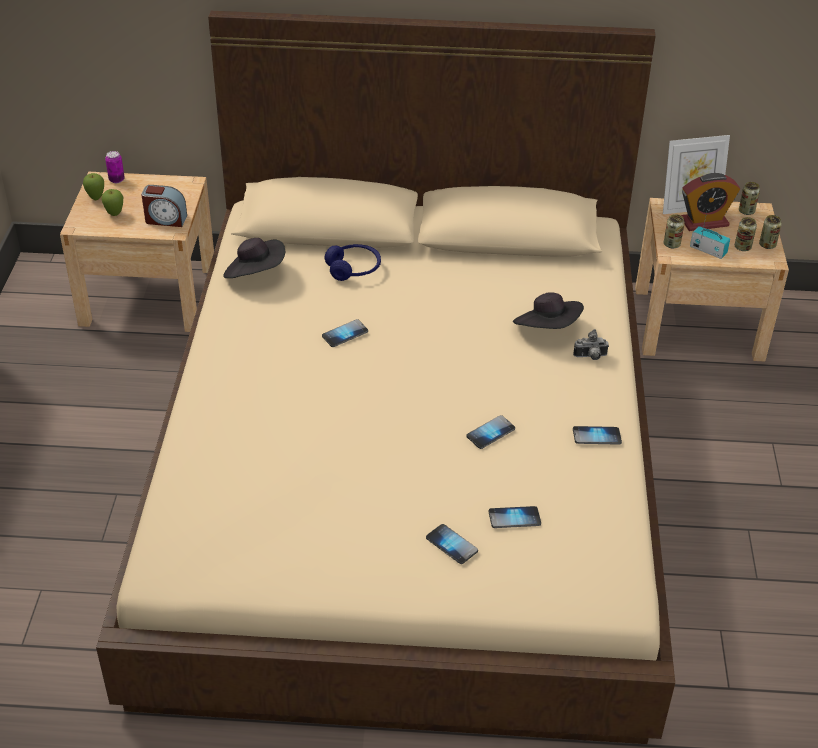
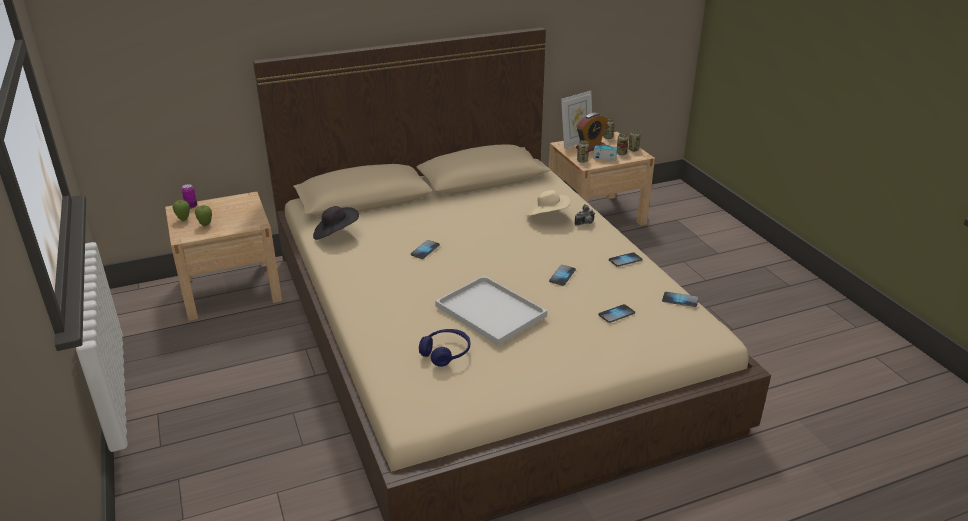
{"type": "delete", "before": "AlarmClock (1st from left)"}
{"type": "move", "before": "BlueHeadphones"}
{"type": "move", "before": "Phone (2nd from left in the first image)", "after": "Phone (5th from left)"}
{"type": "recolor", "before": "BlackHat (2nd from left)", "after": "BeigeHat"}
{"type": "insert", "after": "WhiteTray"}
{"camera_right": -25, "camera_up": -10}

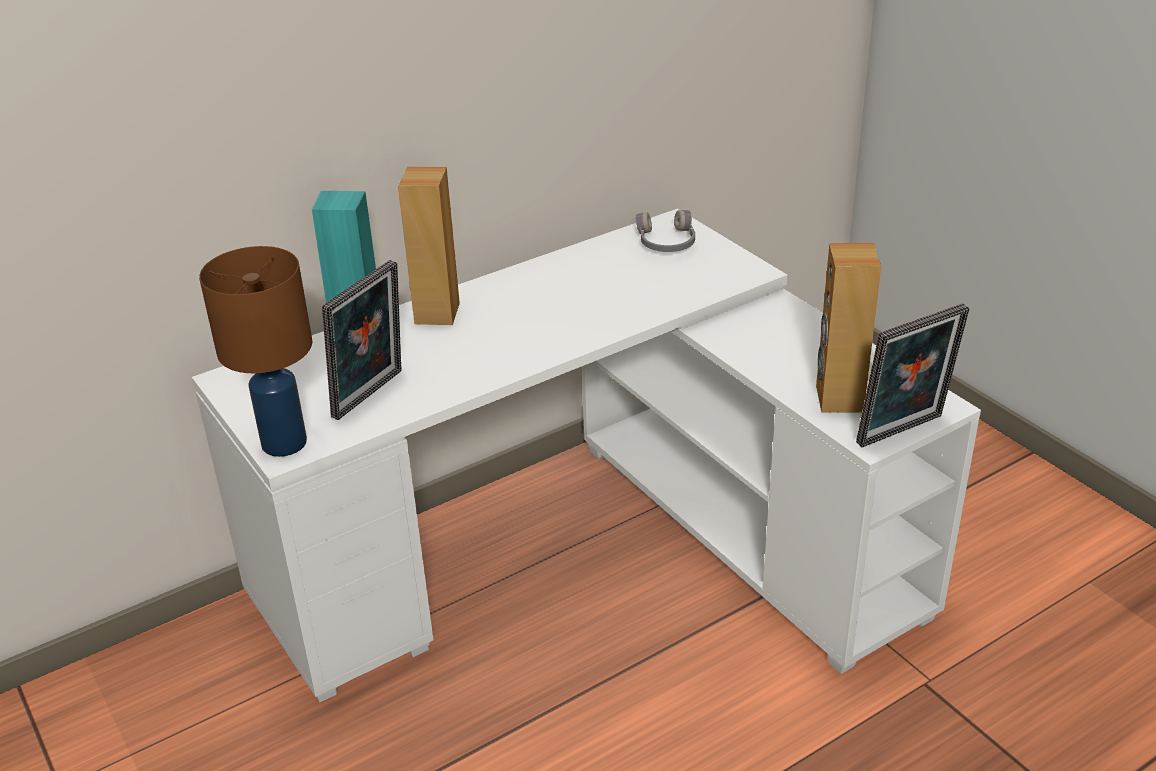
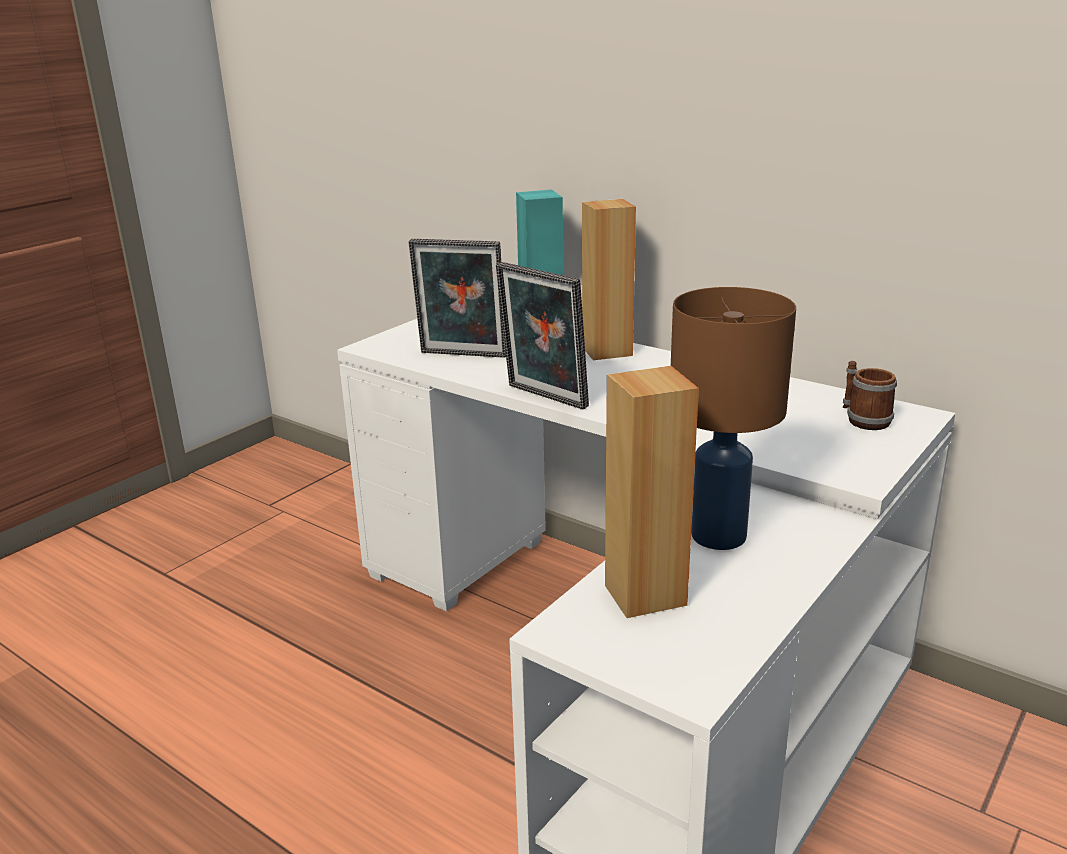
{"type": "move", "before": "BrownTableLamp"}
{"type": "replace", "before": "GreyHeadphones", "after": "Mug"}
{"type": "move", "before": "PictureFrame (2nd from left)"}
{"camera_right": 70, "camera_up": -10}

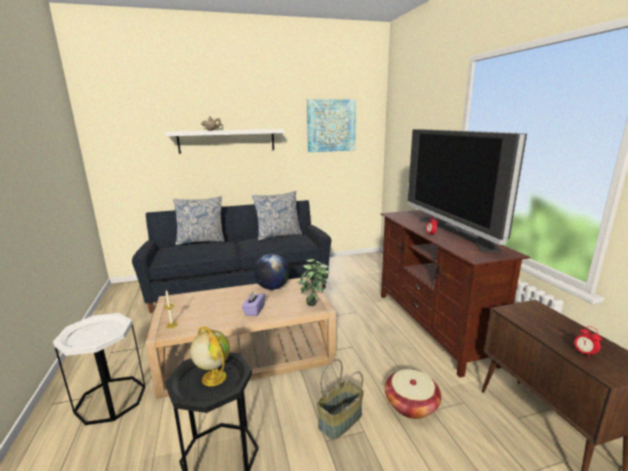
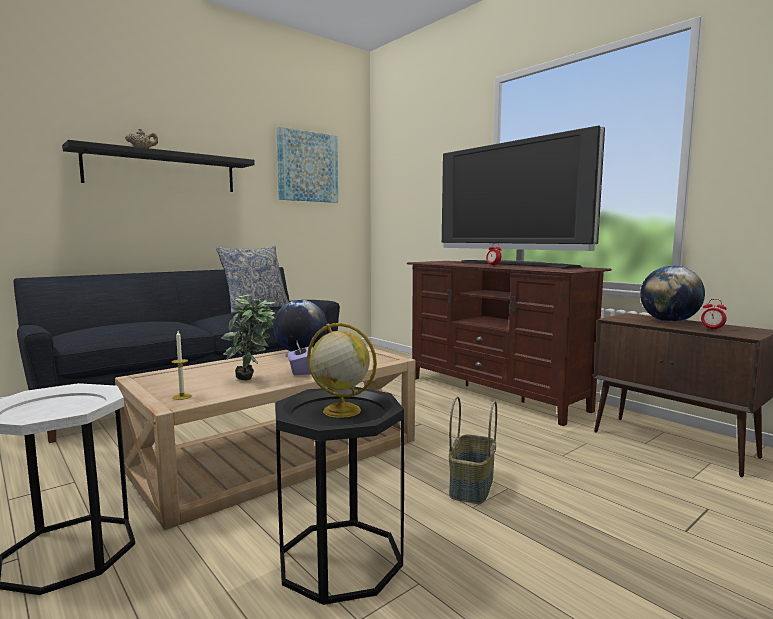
{"type": "recolor", "before": "WhiteShelf", "after": "BlackShelf"}
{"type": "delete", "before": "Pillow (1st from left)"}
{"type": "move", "before": "PottedPlant"}
{"type": "delete", "before": "Basket (2nd from left)"}
{"type": "insert", "after": "Globe (3rd from left)"}
{"camera_right": -25, "camera_up": -10}

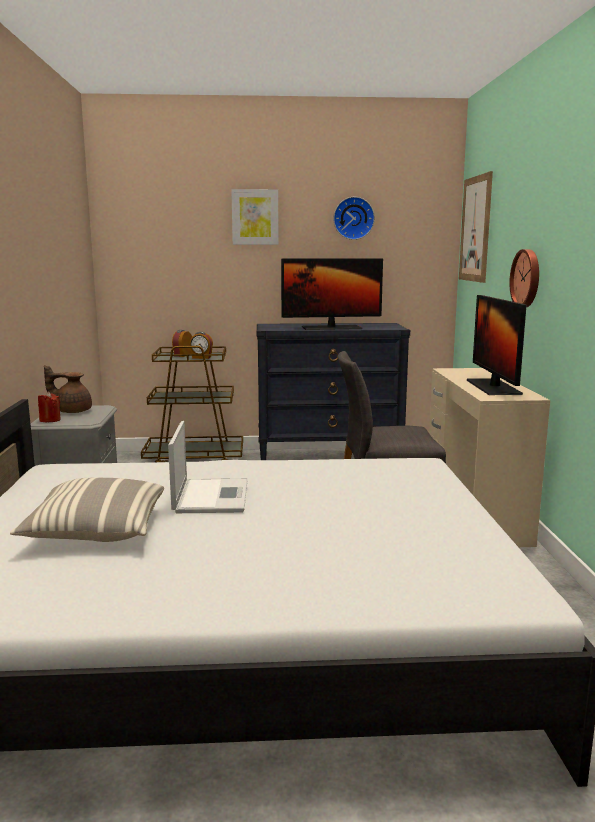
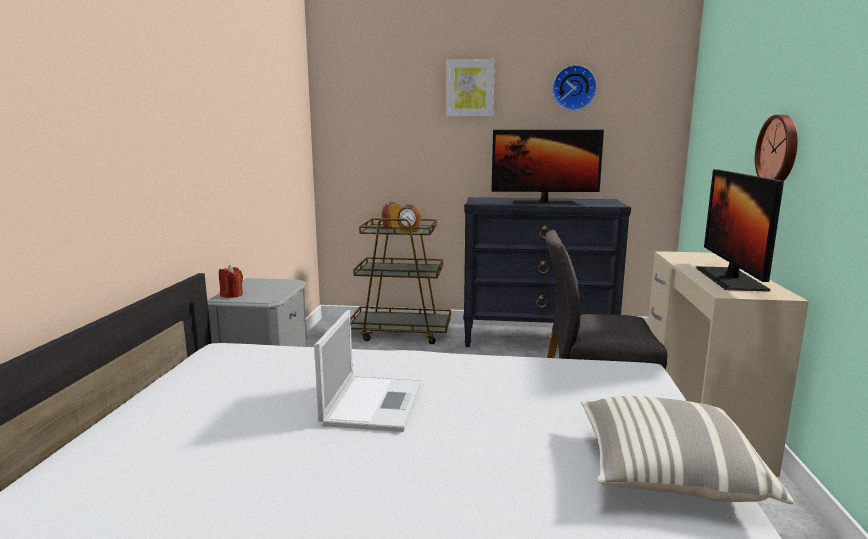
{"type": "move", "before": "Pillow"}
{"type": "delete", "before": "BrownTeapot"}
{"type": "delete", "before": "Picture (2nd from left)"}
{"camera_right": 10, "camera_up": 0}

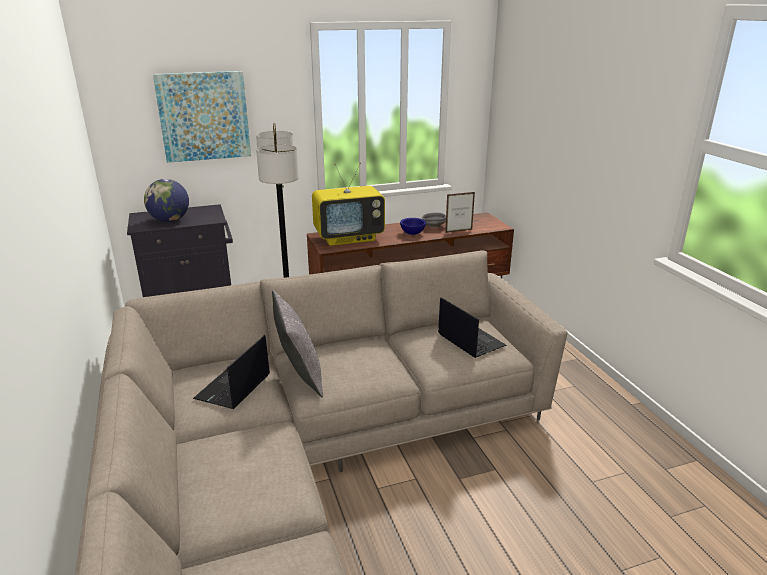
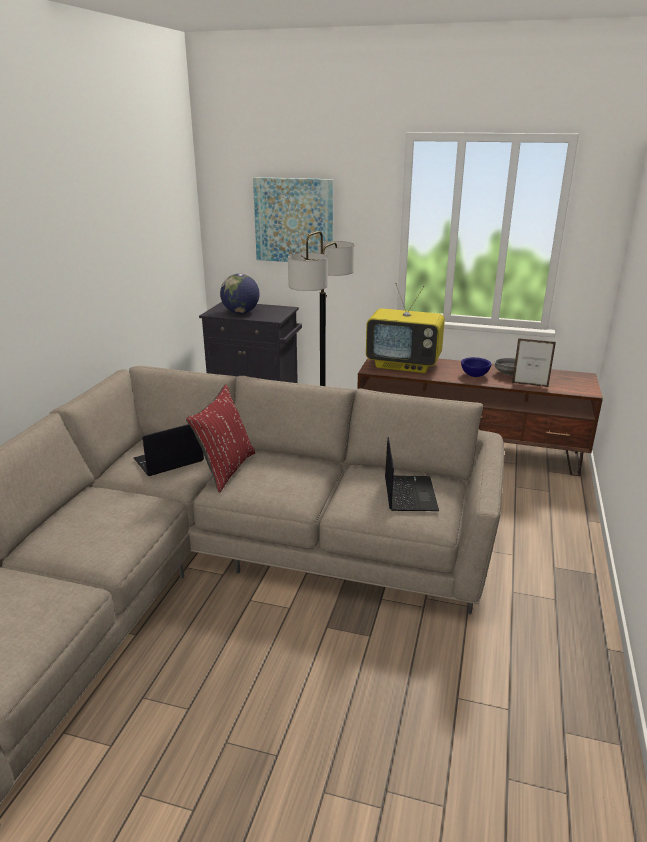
{"type": "recolor", "before": "GreyPillow", "after": "RedPillow"}
{"camera_right": 35, "camera_up": 0}

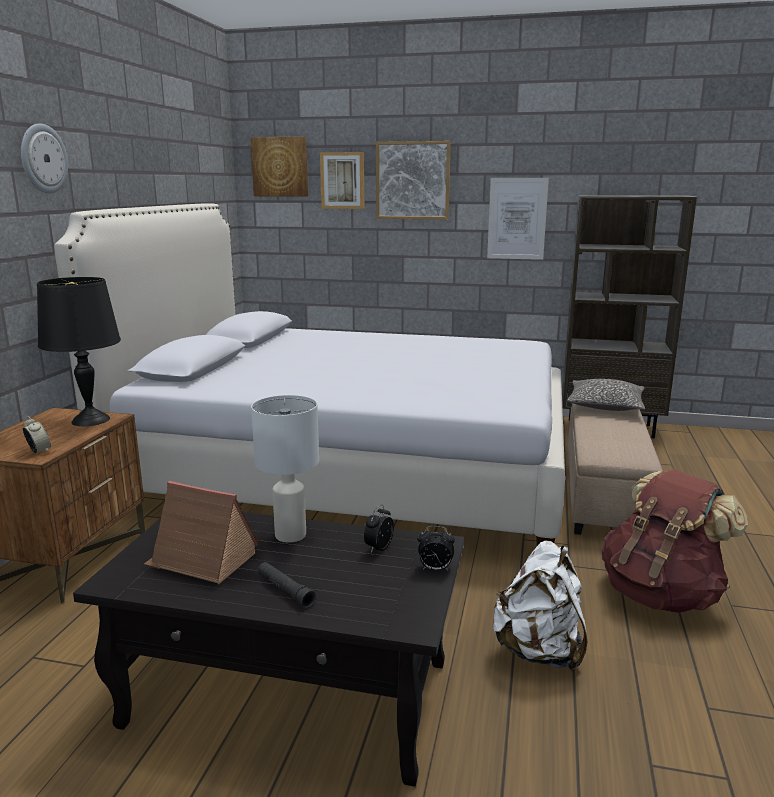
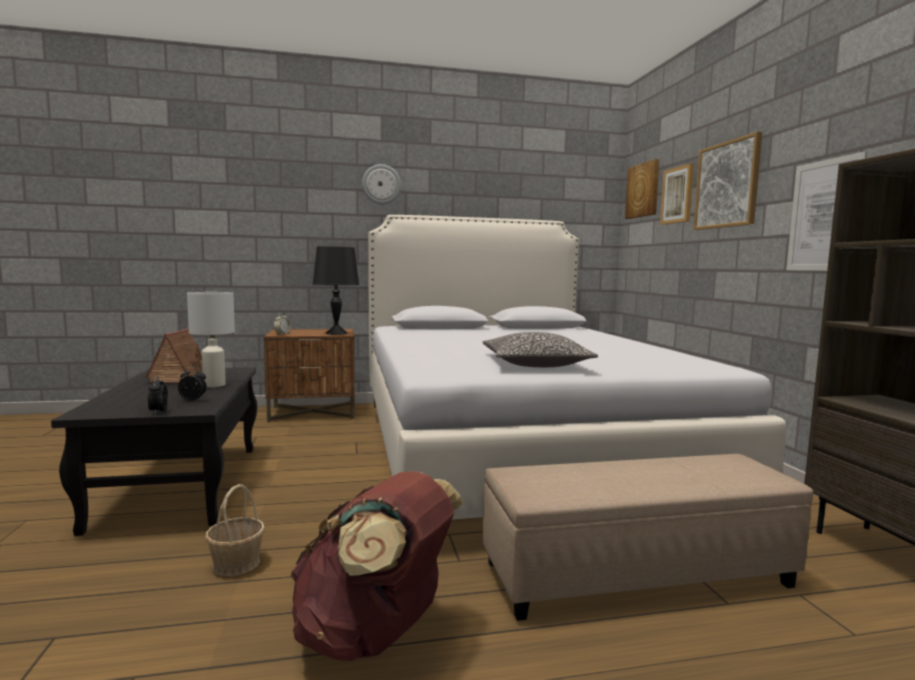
{"type": "delete", "before": "BlackFlashlight"}
{"type": "replace", "before": "WhiteBackpack", "after": "Basket"}
{"type": "move", "before": "Pillow"}
{"camera_right": 65, "camera_up": -10}

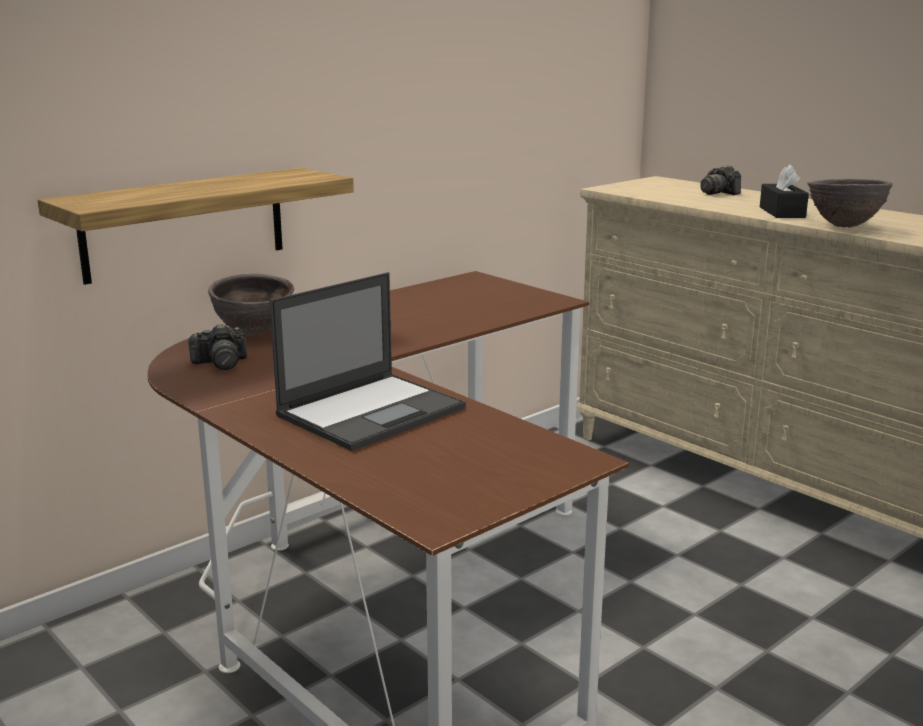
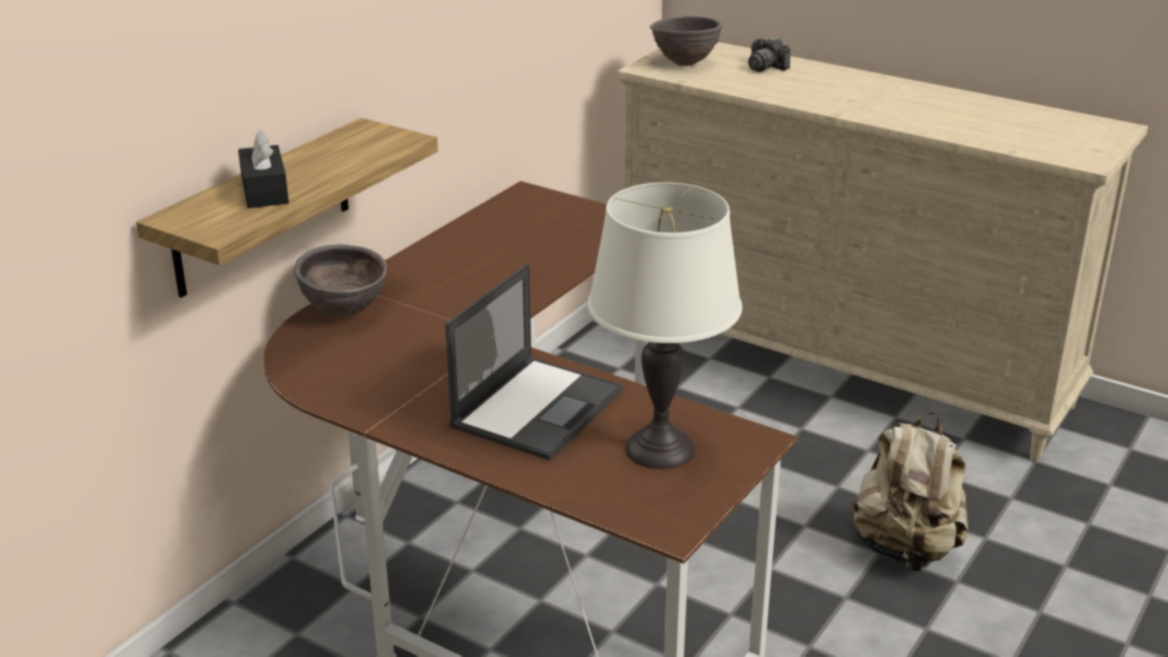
{"type": "delete", "before": "PhotoCamera (1st from left)"}
{"type": "move", "before": "BlackTissueBox"}
{"type": "move", "before": "BrownBowl (2nd from left)"}
{"type": "insert", "after": "WhiteTableLamp"}
{"type": "insert", "after": "BeigeBackpack"}
{"camera_right": -15, "camera_up": 10}

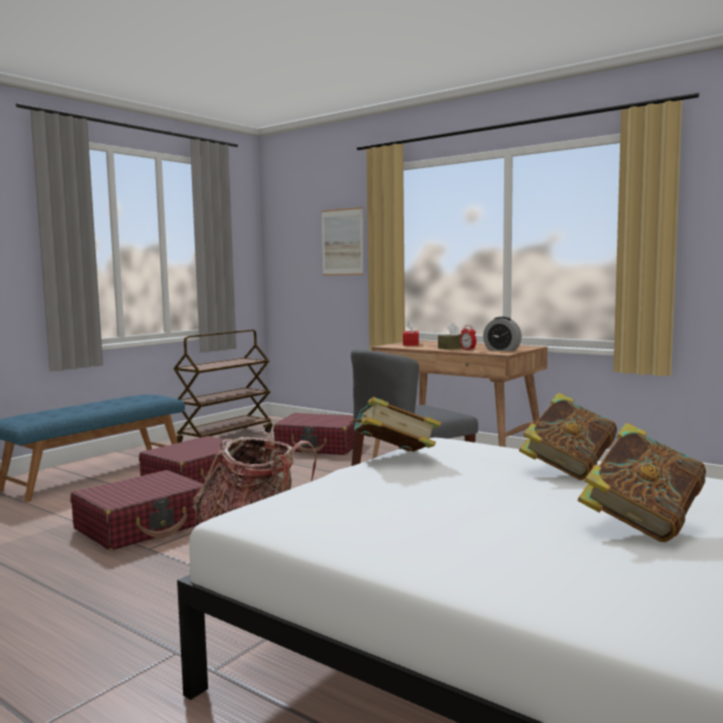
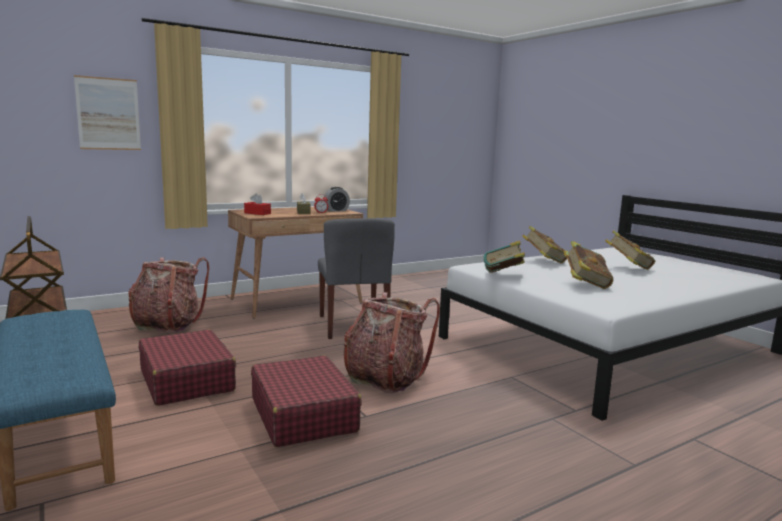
{"type": "replace", "before": "RedSuitcase (3rd from left)", "after": "Backpack (1st from left)"}
{"type": "insert", "after": "Book (3rd from left)"}
{"camera_right": -70, "camera_up": 5}

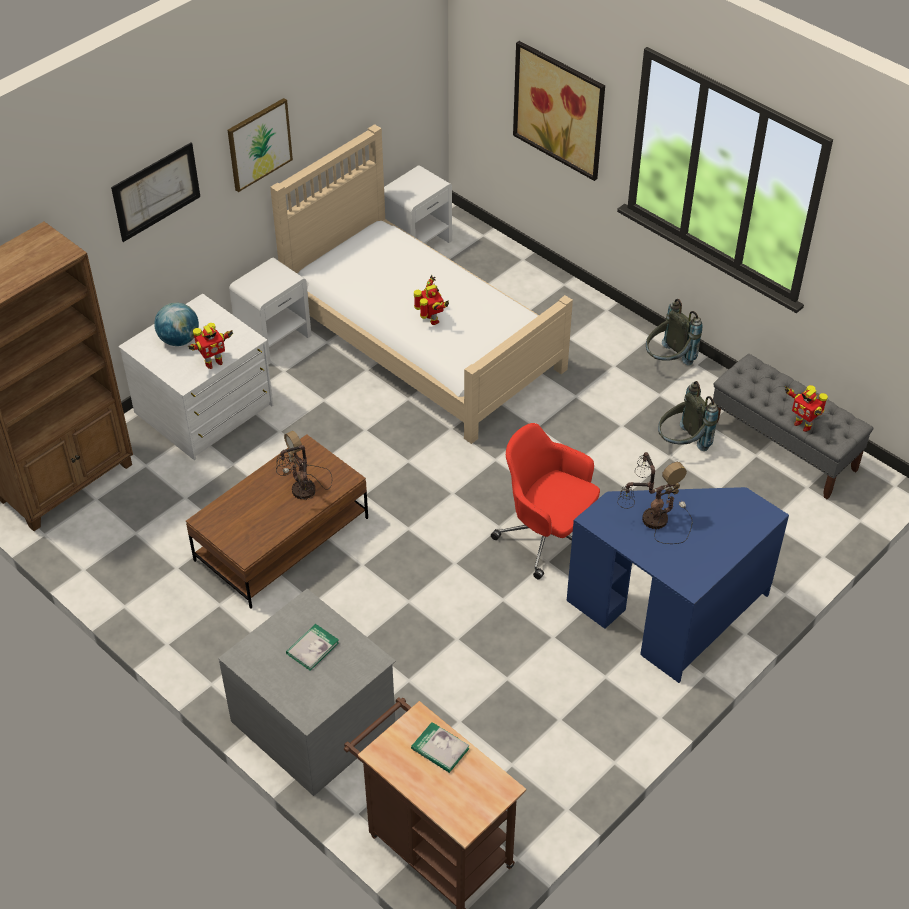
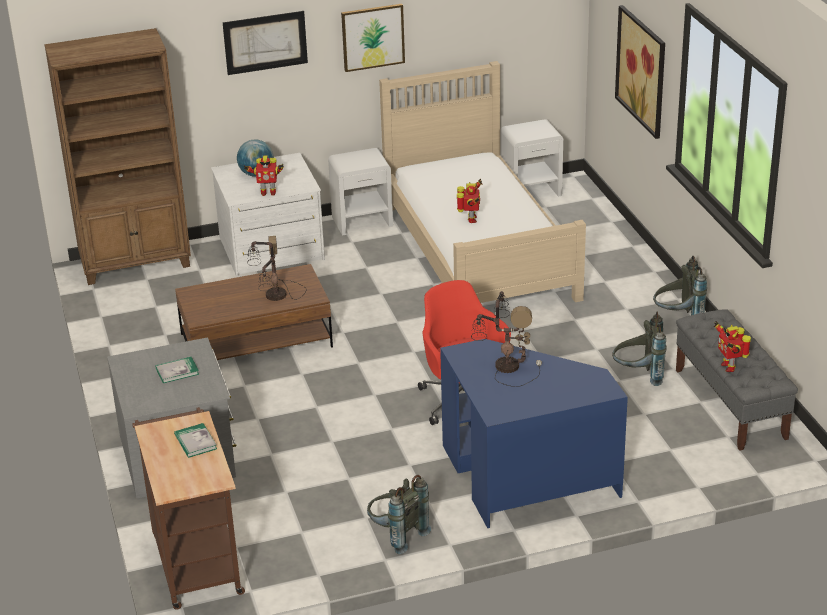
{"type": "insert", "after": "GreyBackpack (1st from left)"}
{"camera_right": 30, "camera_up": -15}

